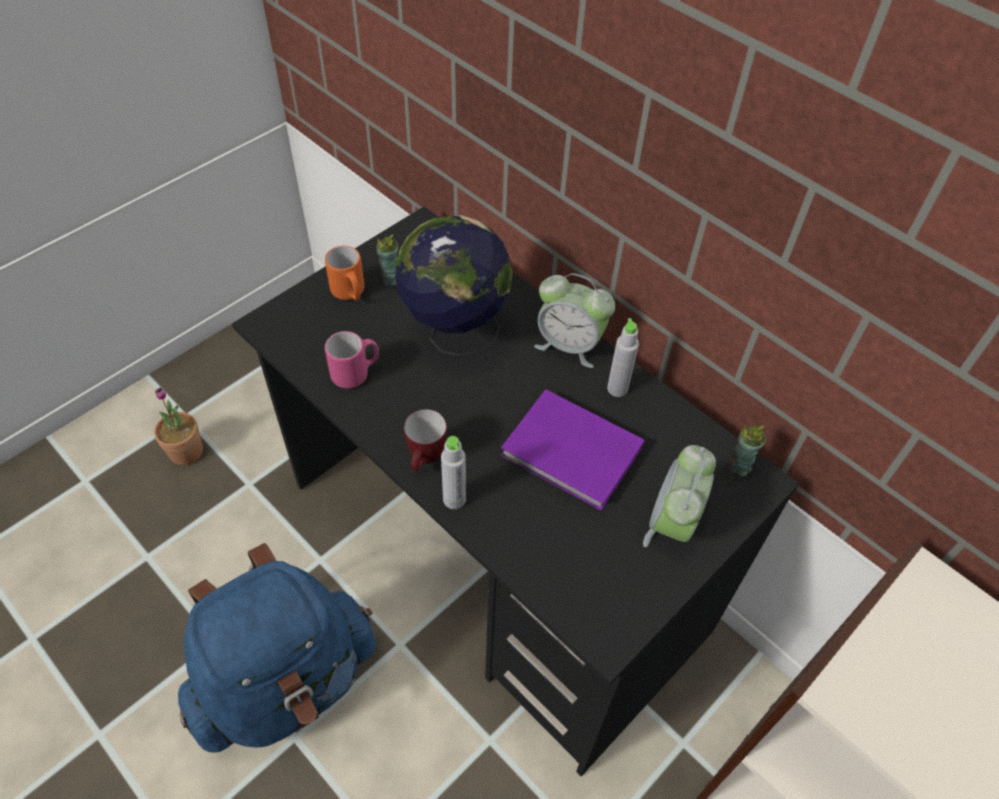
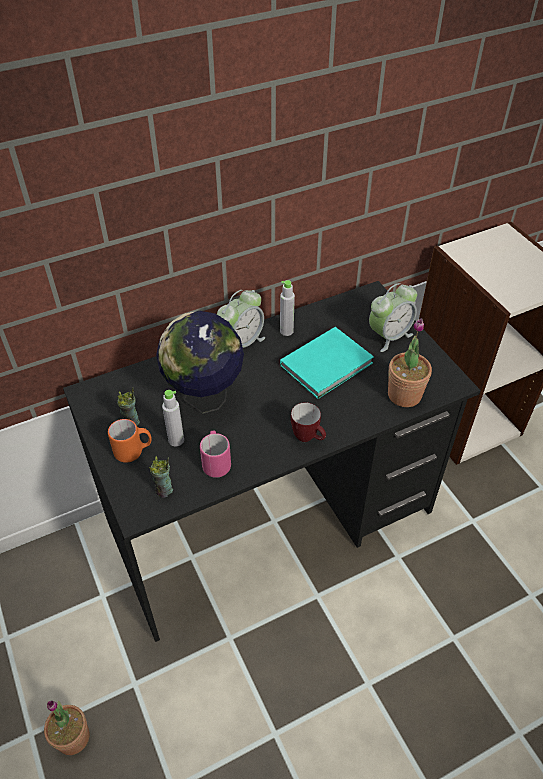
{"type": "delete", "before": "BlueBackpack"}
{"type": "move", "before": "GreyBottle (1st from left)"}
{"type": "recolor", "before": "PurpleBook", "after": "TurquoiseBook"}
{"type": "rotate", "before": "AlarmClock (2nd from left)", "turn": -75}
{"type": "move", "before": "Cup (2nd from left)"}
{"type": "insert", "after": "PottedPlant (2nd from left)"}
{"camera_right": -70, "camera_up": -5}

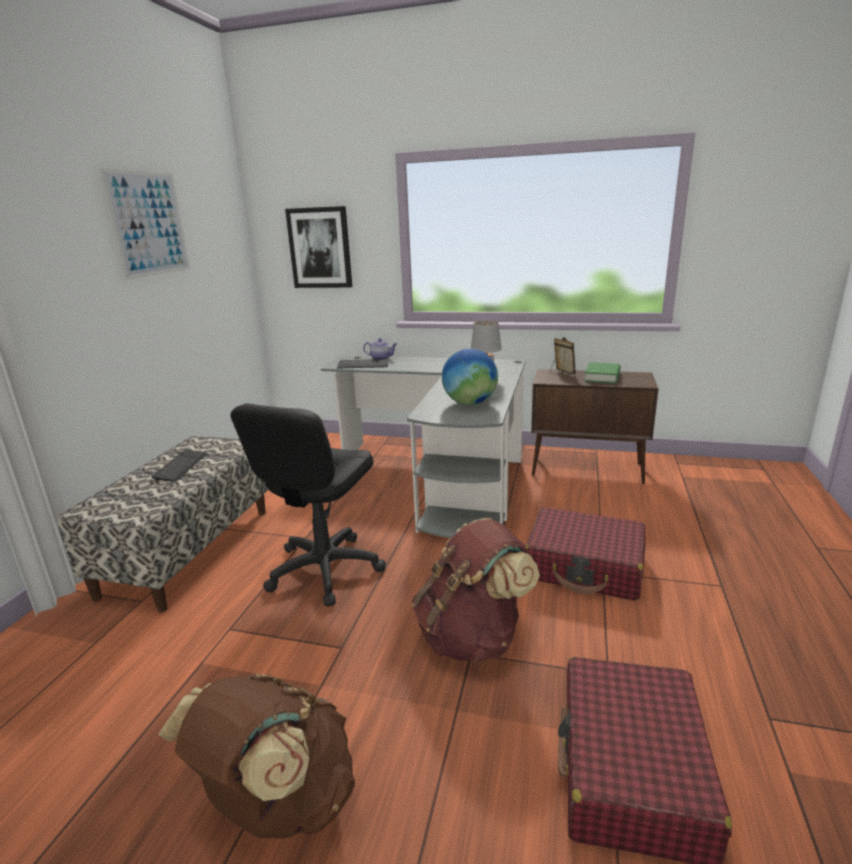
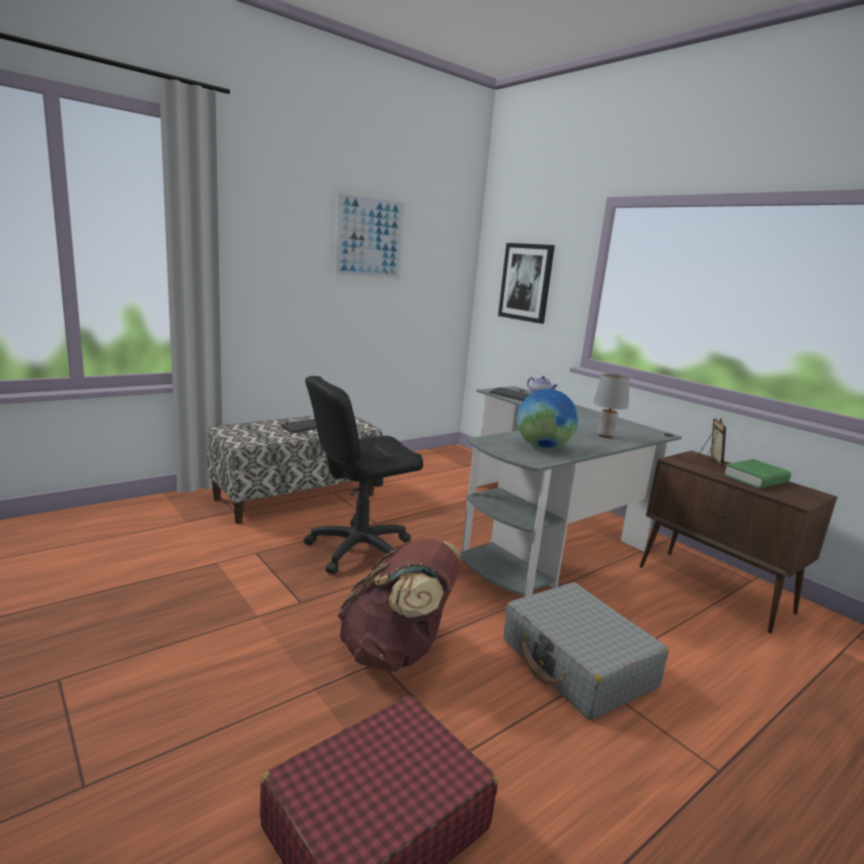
{"type": "delete", "before": "BrownBackpack (1st from left)"}
{"type": "recolor", "before": "RedSuitcase (1st from left)", "after": "GreySuitcase"}
{"camera_right": 35, "camera_up": -5}

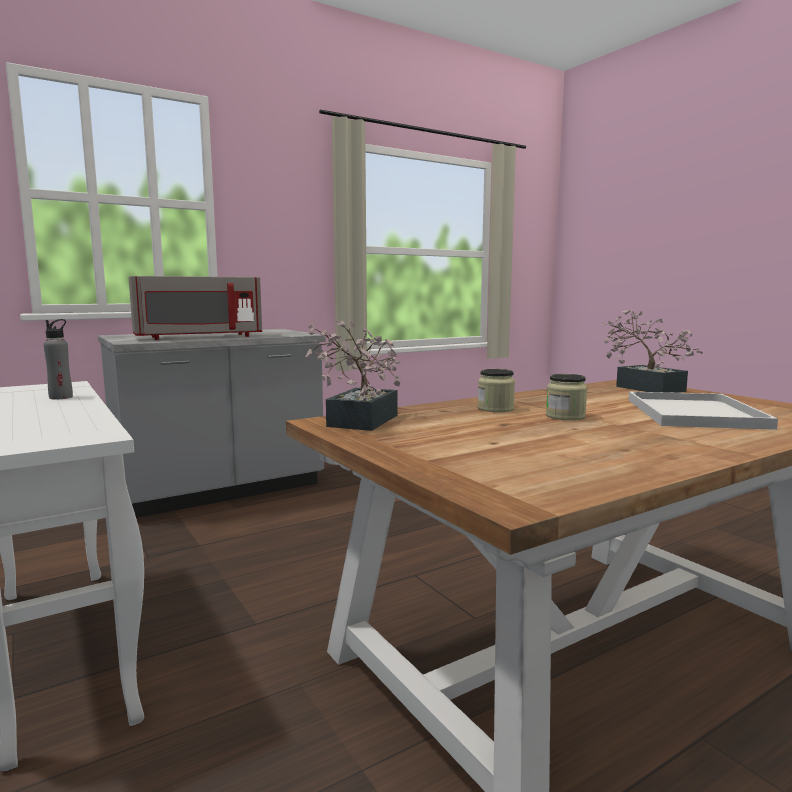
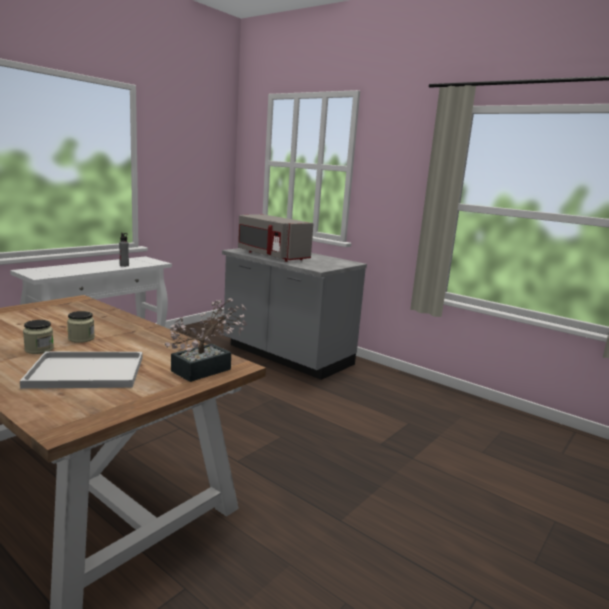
{"type": "delete", "before": "PottedPlant (1st from left)"}
{"type": "move", "before": "Jar (1st from left)"}
{"camera_right": 70, "camera_up": 5}

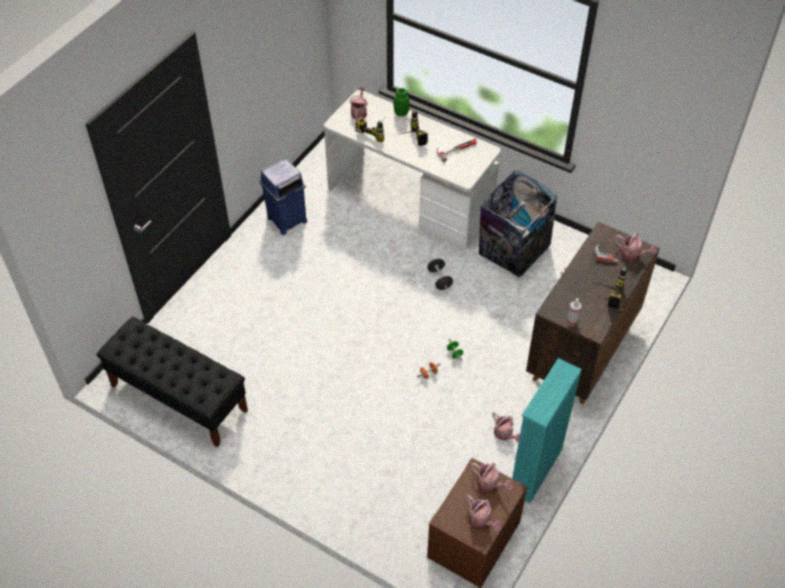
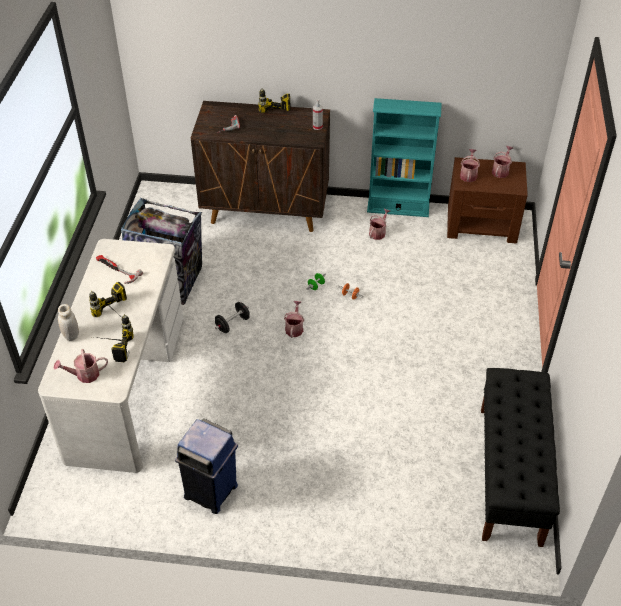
{"type": "recolor", "before": "GreenJar", "after": "WhiteJar"}
{"type": "move", "before": "WateringCan (5th from left in the first image)", "after": "WateringCan (2nd from left)"}
{"camera_right": -115, "camera_up": -5}

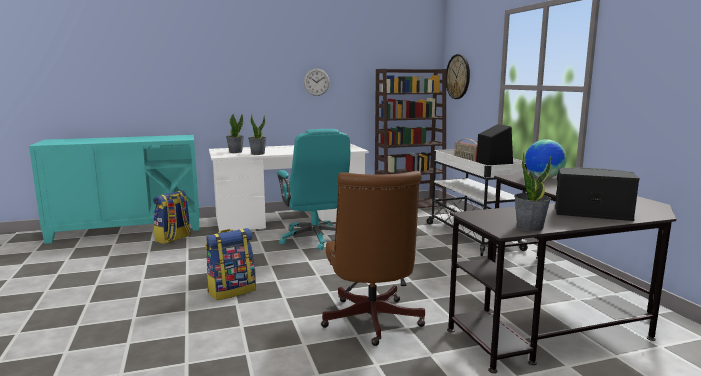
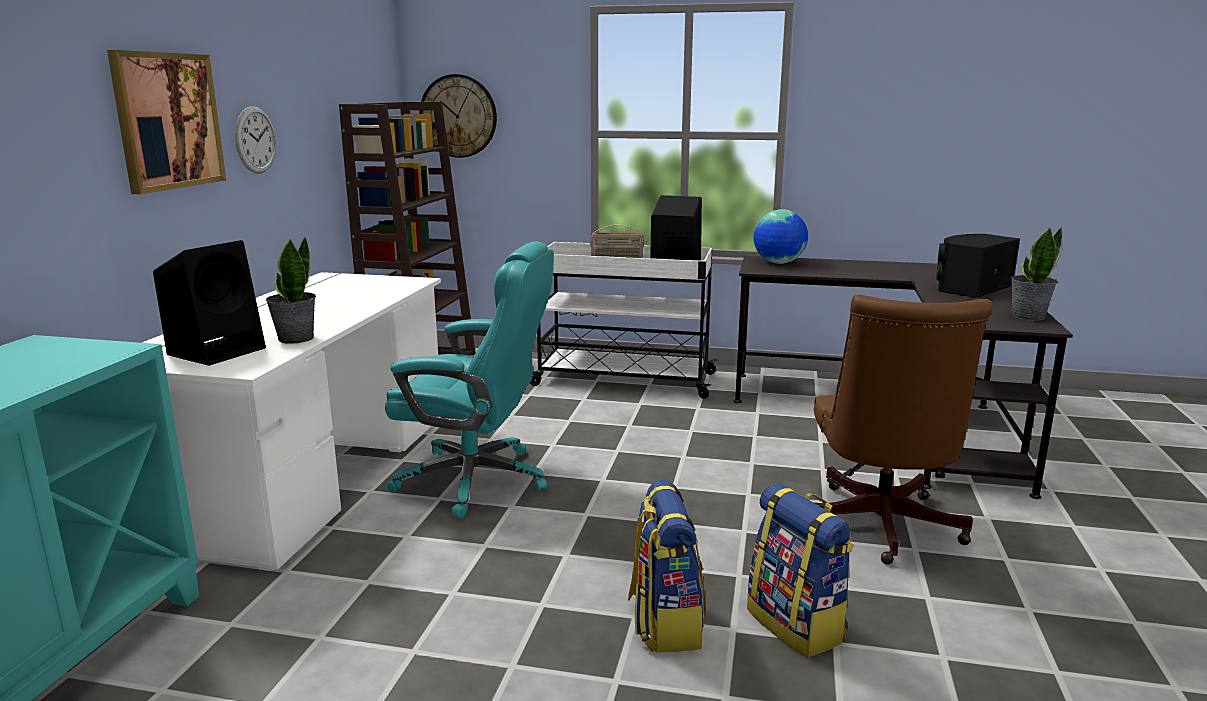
{"type": "move", "before": "Backpack (1st from left in the first image)", "after": "Backpack (2nd from left)"}
{"type": "replace", "before": "PottedPlant (1st from left)", "after": "BlackSpeaker (1st from left)"}
{"type": "rotate", "before": "BrownOfficeChair", "turn": 75}
{"type": "insert", "after": "Picture"}
{"camera_right": -60, "camera_up": 5}

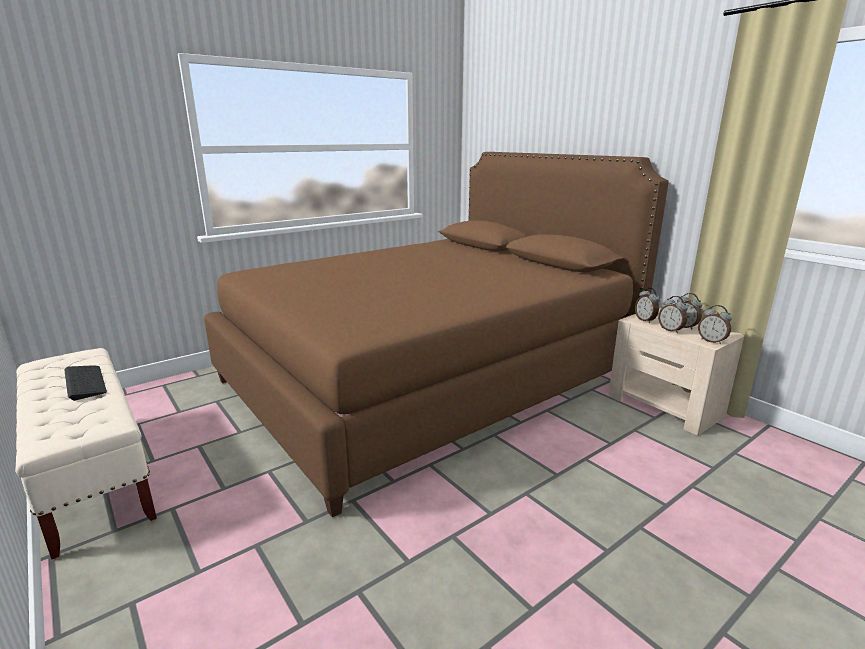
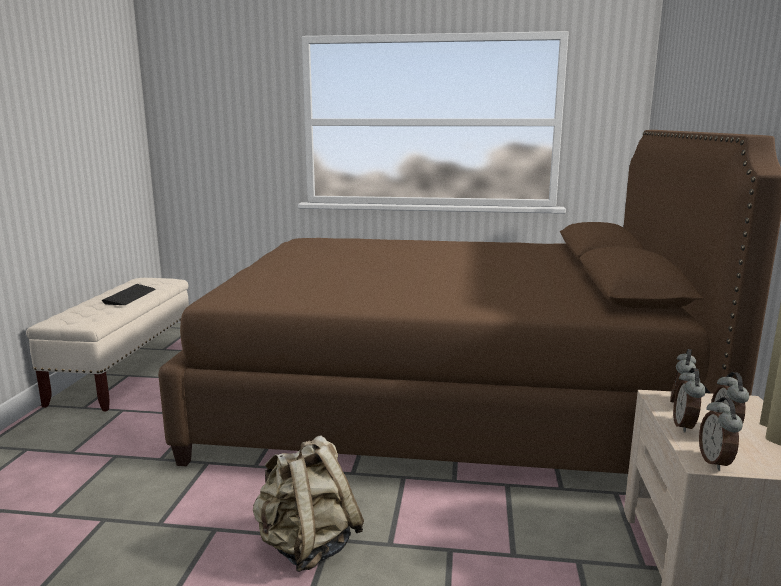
{"type": "insert", "after": "BeigeBackpack"}
{"camera_right": 45, "camera_up": -5}

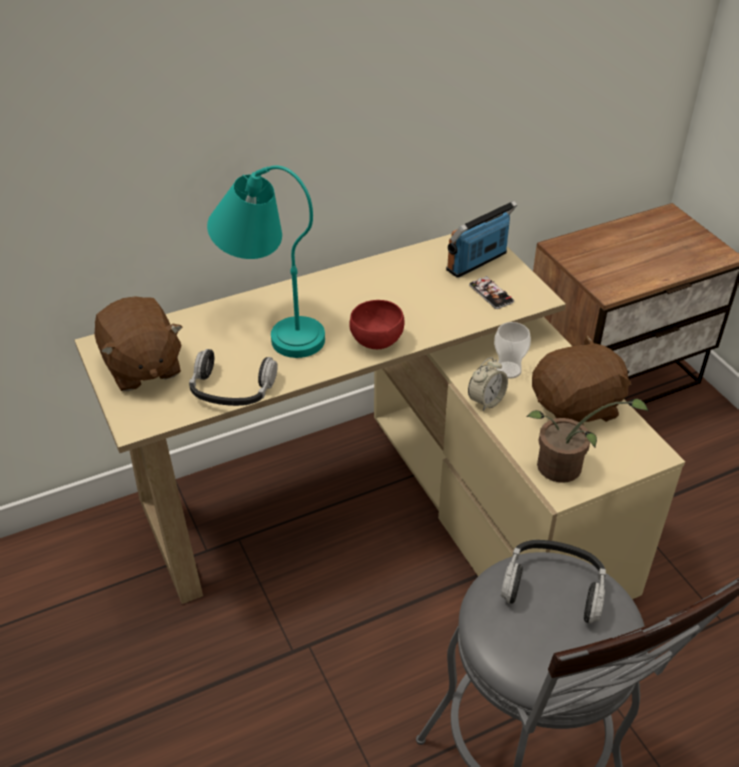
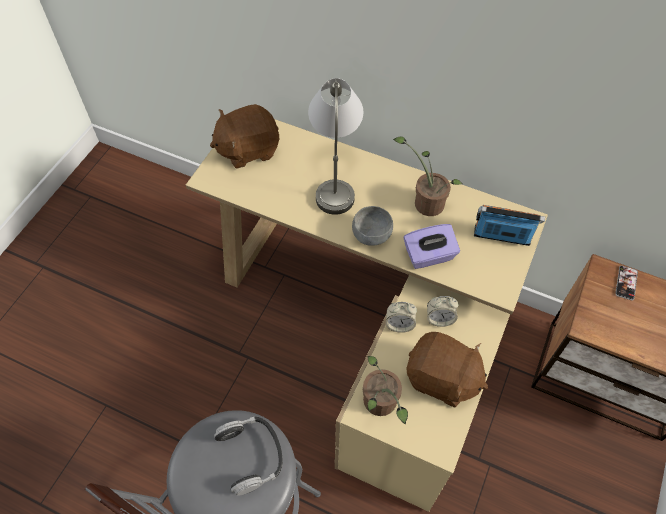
{"type": "rotate", "before": "BrownPlushToy (1st from left)", "turn": 45}
{"type": "delete", "before": "Headphones (1st from left)"}
{"type": "recolor", "before": "TurquoiseTableLamp", "after": "GreyTableLamp"}
{"type": "recolor", "before": "RedBowl", "after": "GreyBowl"}
{"type": "move", "before": "Phone"}
{"type": "replace", "before": "Cup", "after": "AlarmClock (2nd from left)"}
{"type": "insert", "after": "PottedPlant (2nd from left)"}
{"type": "insert", "after": "PurpleTissueBox"}
{"camera_right": 50, "camera_up": 15}

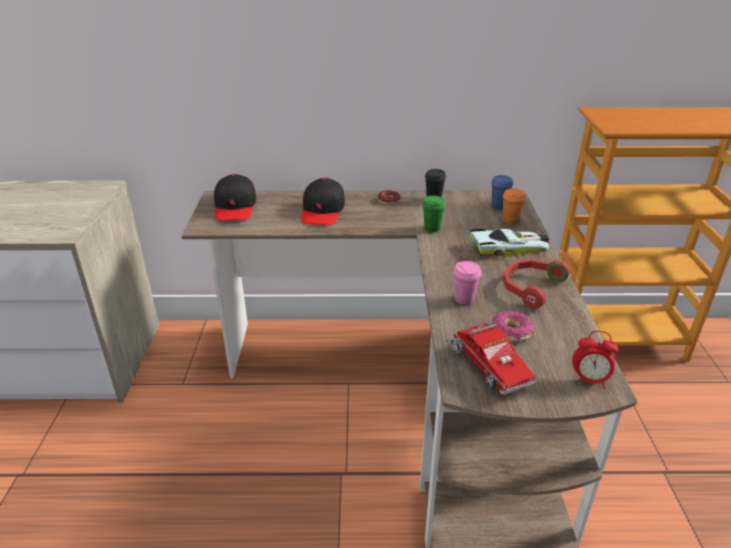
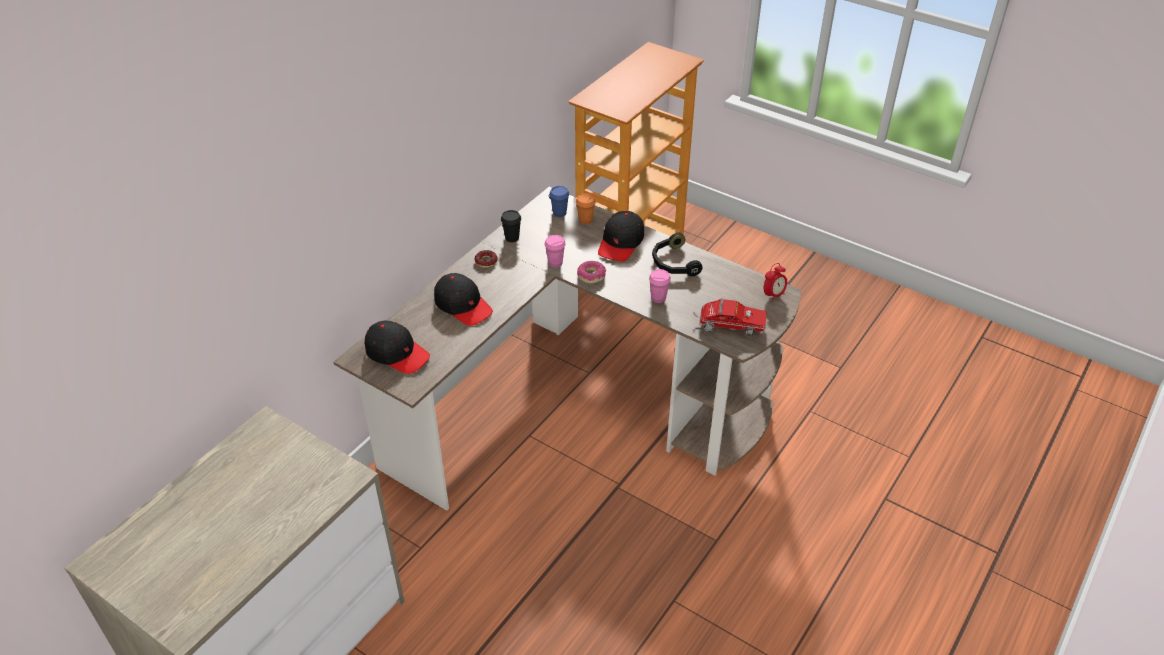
{"type": "recolor", "before": "GreenCup", "after": "PinkCup (1st from left)"}
{"type": "replace", "before": "ToyCar", "after": "BlackCap (3rd from left)"}
{"type": "move", "before": "Donut (2nd from left)"}
{"type": "recolor", "before": "RedHeadphones", "after": "BlackHeadphones"}
{"camera_right": -55, "camera_up": 10}

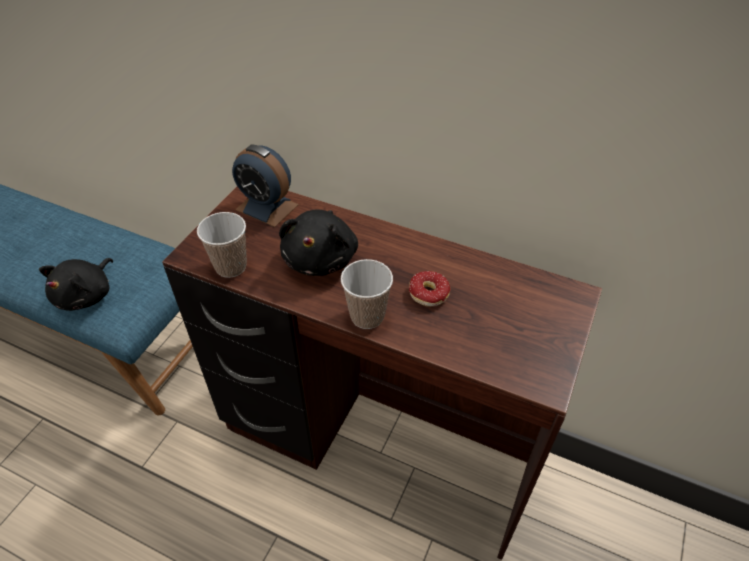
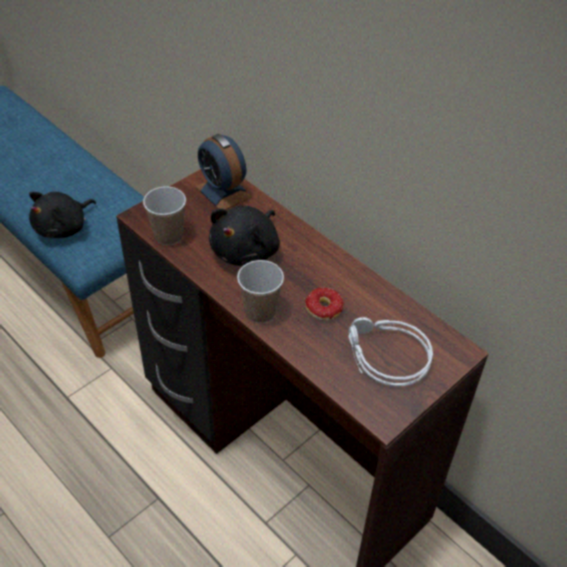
{"type": "insert", "after": "GreyHeadphones"}
{"camera_right": 20, "camera_up": 0}

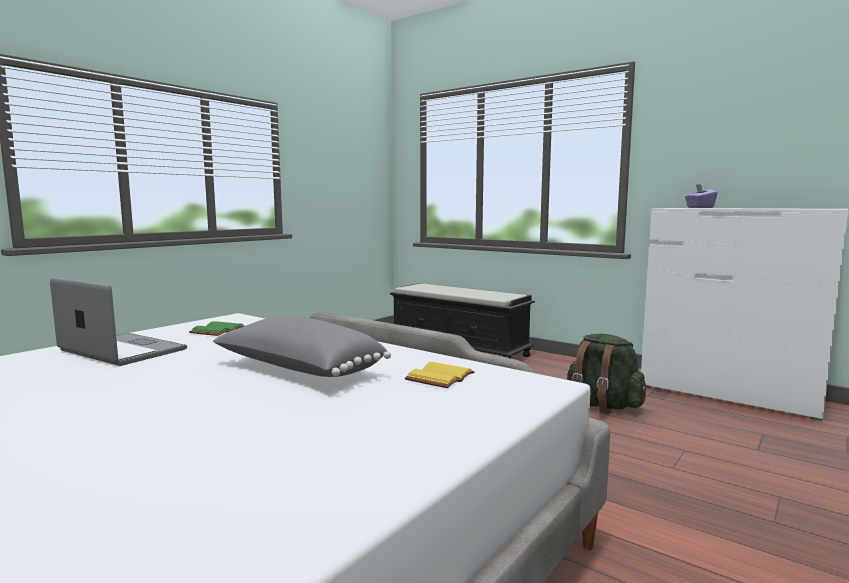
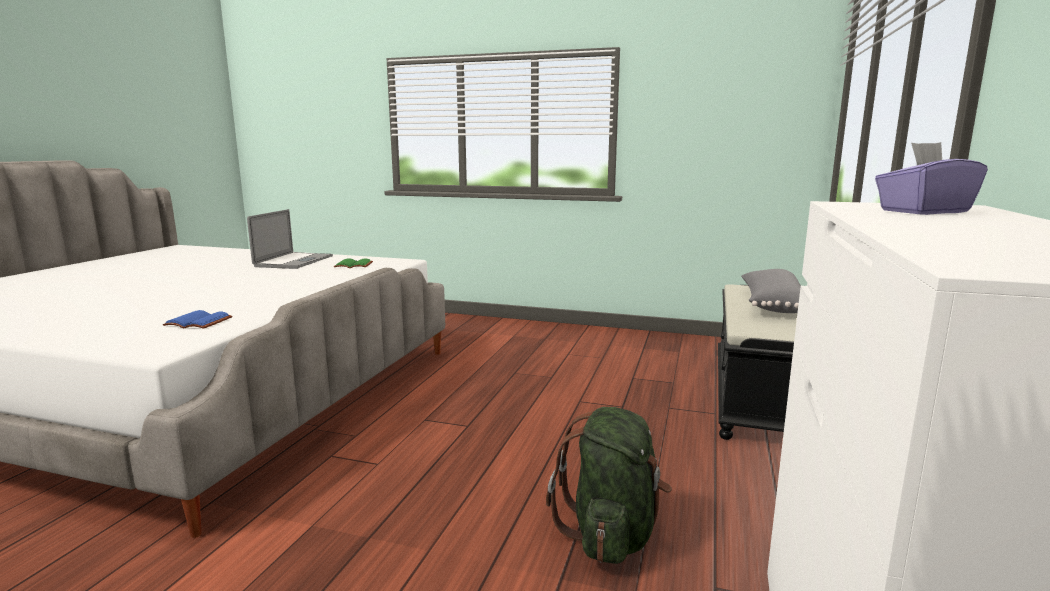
{"type": "move", "before": "GreyPillow"}
{"type": "recolor", "before": "YellowBook", "after": "BlueBook"}
{"camera_right": 70, "camera_up": 5}

